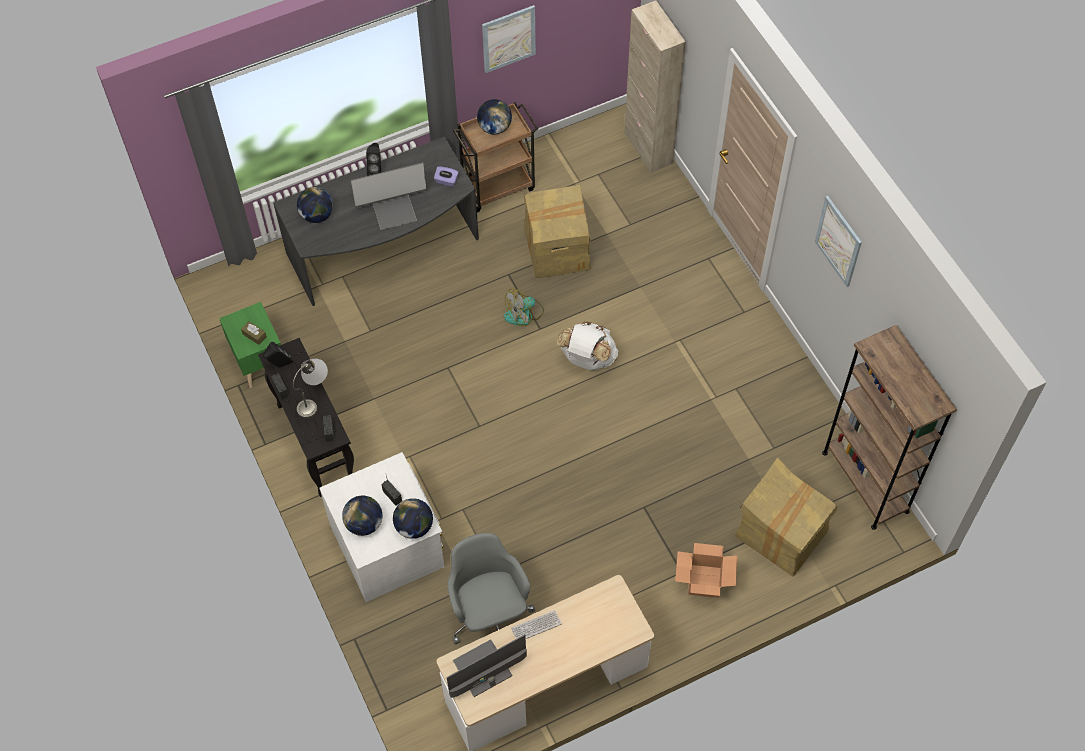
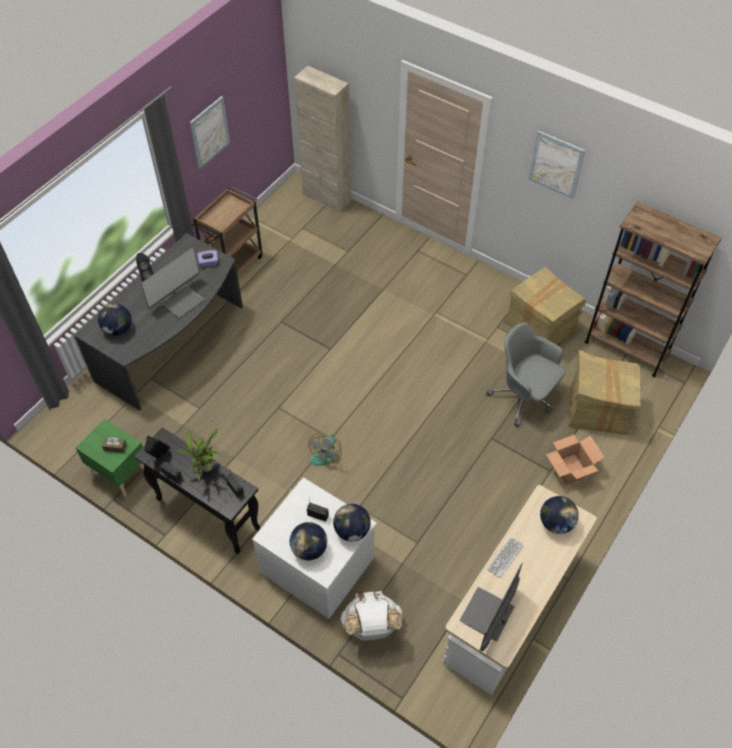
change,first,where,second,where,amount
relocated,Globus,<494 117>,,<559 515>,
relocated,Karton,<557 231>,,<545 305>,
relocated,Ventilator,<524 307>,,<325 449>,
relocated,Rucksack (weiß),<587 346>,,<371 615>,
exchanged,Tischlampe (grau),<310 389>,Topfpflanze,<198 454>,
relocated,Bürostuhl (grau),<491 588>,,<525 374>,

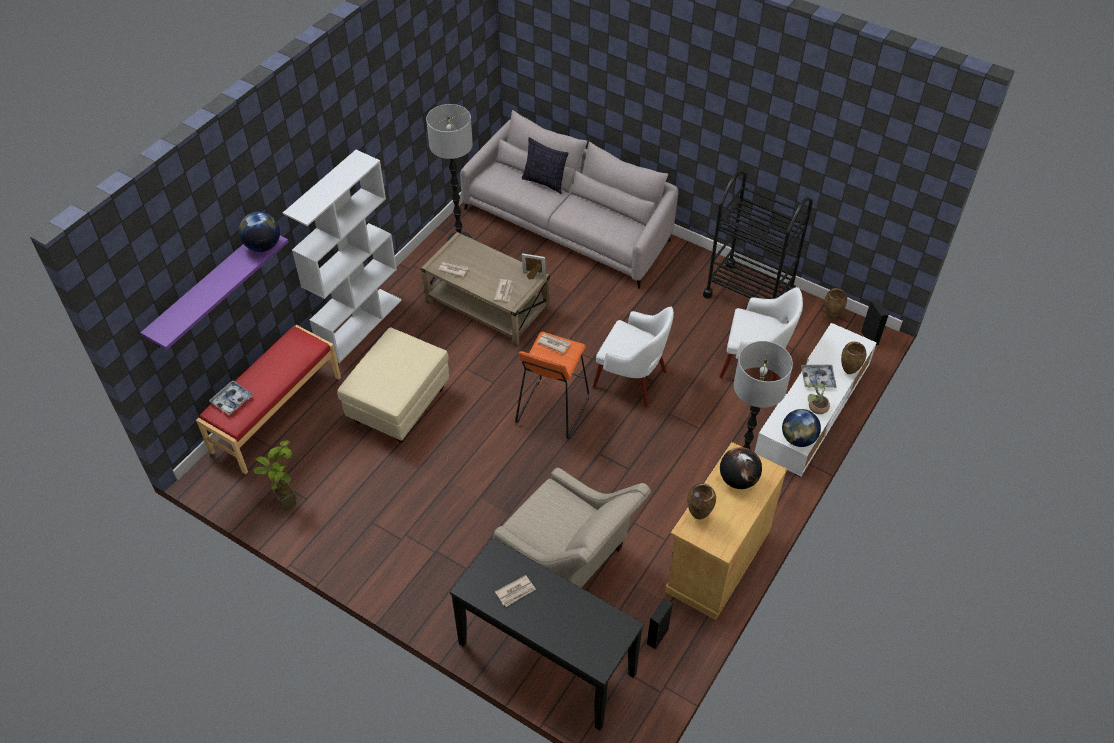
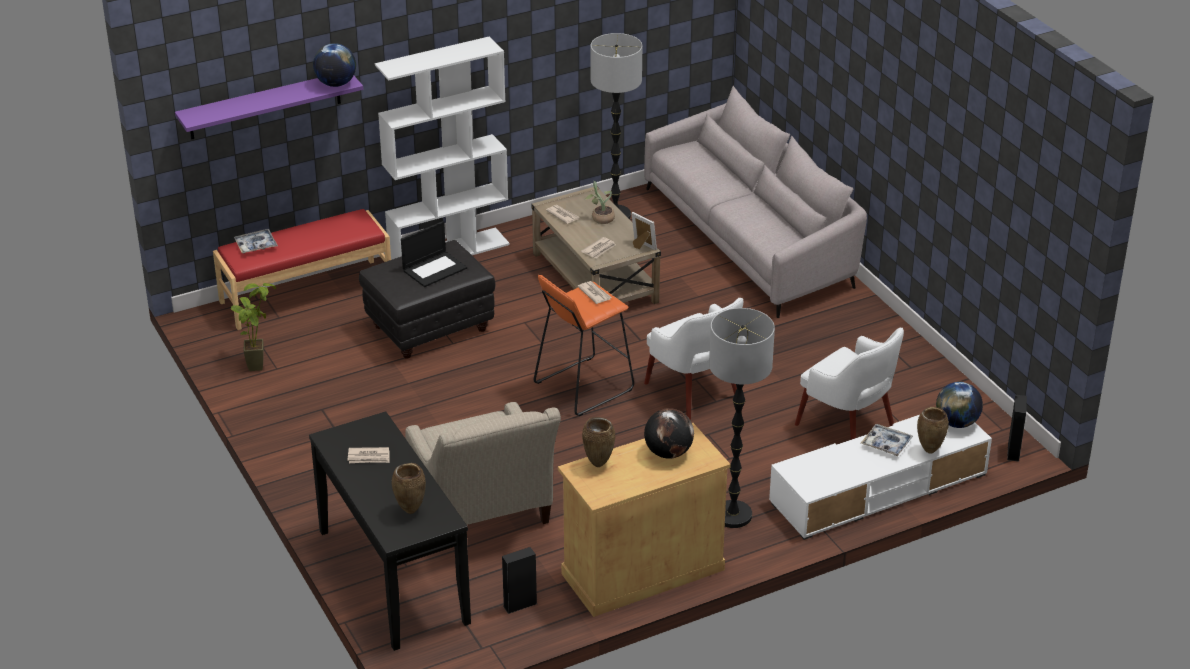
change,first,where,second,where,amount
missing,Kissen,<545 165>,,,
missing,Rollwagen (schwarz),<758 234>,,,
relocated,Vase (braun),<835 303>,,<409 488>,
colour,Polsterhocker (beige),<393 385>,Polsterhocker (schwarz),<427 299>,
relocated,Topfpflanze,<819 398>,,<600 202>,
relocated,Globus,<801 428>,,<959 405>,
appeared,,,Laptop,<434 254>,

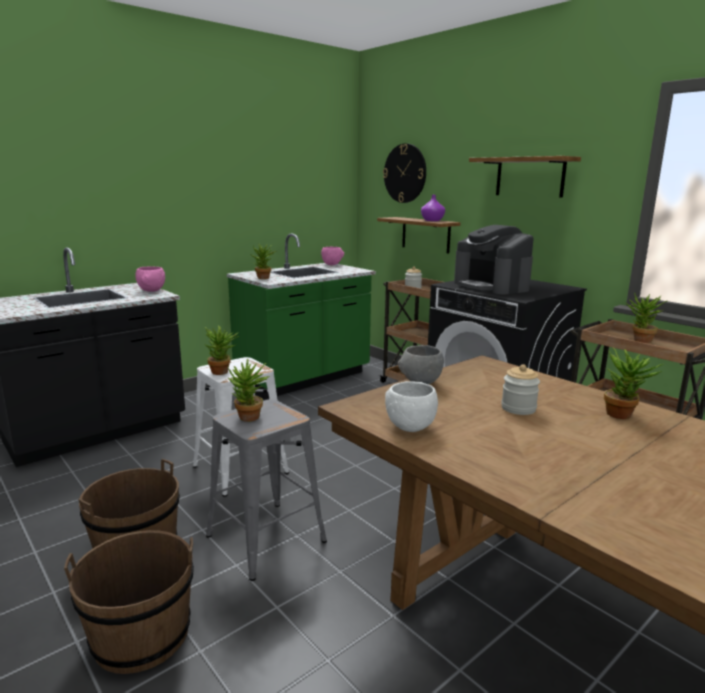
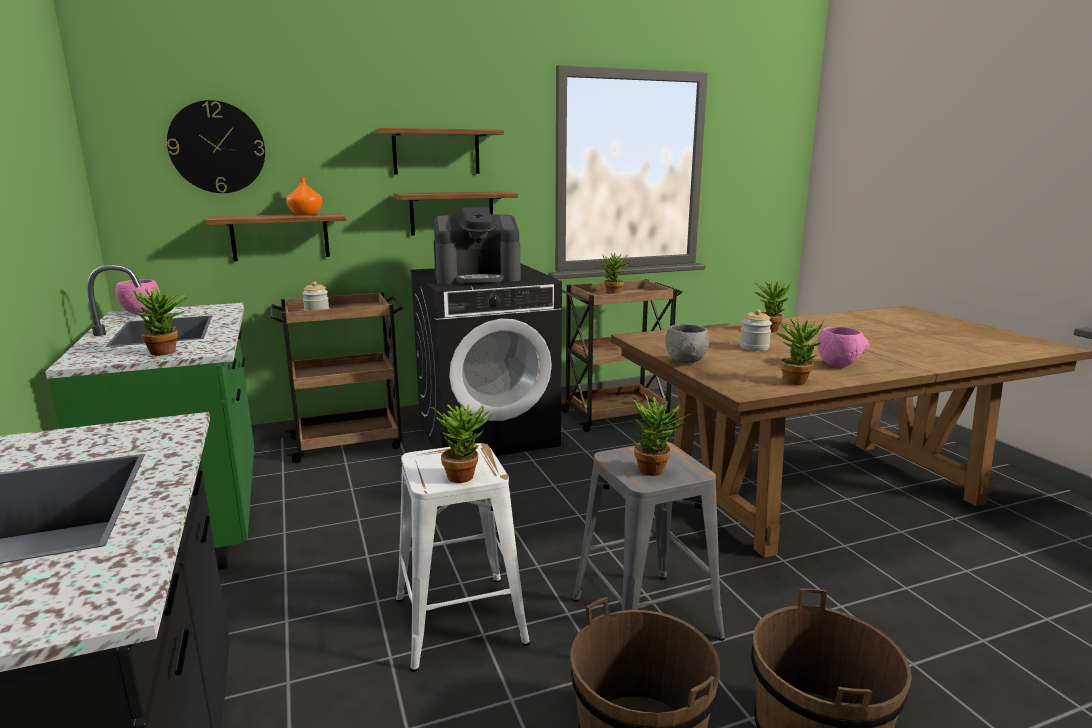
change,first,where,second,where,amount
colour,Vase (lila),<433 208>,Vase (orange),<304 196>,
relocated,Schüssel (rosa),<150 279>,,<843 347>,
exchanged,Schüssel (weiß),<411 406>,Topfpflanze,<800 352>,
appeared,,,Wandregal,<455 213>,

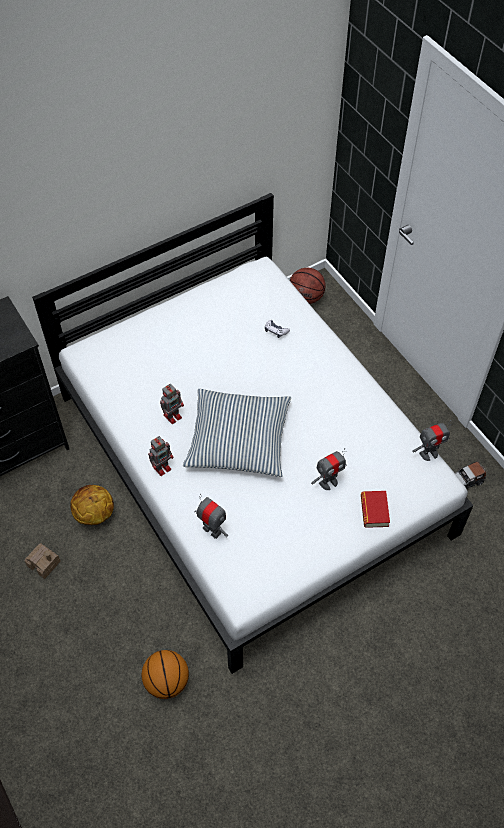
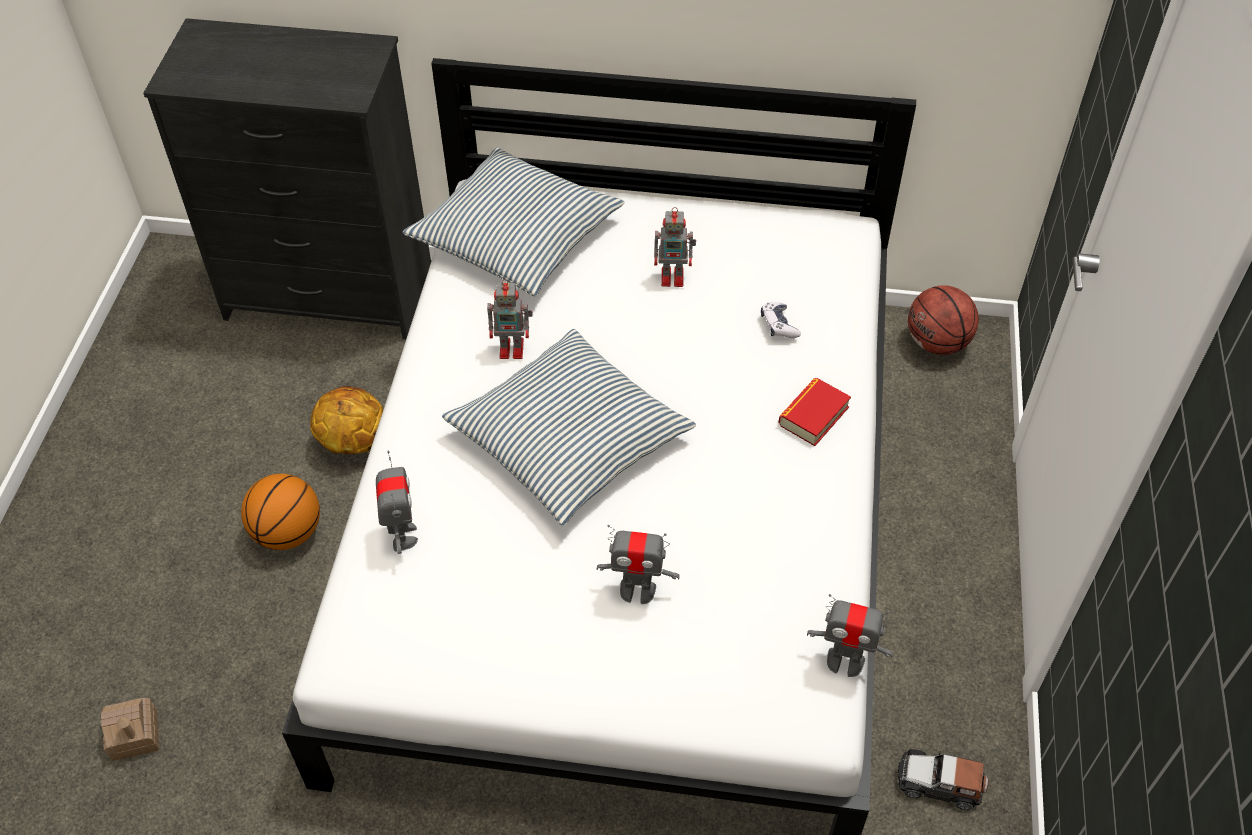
change,first,where,second,where,amount
relocated,Spielzeugroboter,<160 456>,,<675 247>,
relocated,Buch,<375 509>,,<815 412>,
relocated,Spielzeughaus,<42 561>,,<130 729>,
relocated,Basketball,<165 674>,,<280 512>,
appeared,,,Kissen,<513 221>,

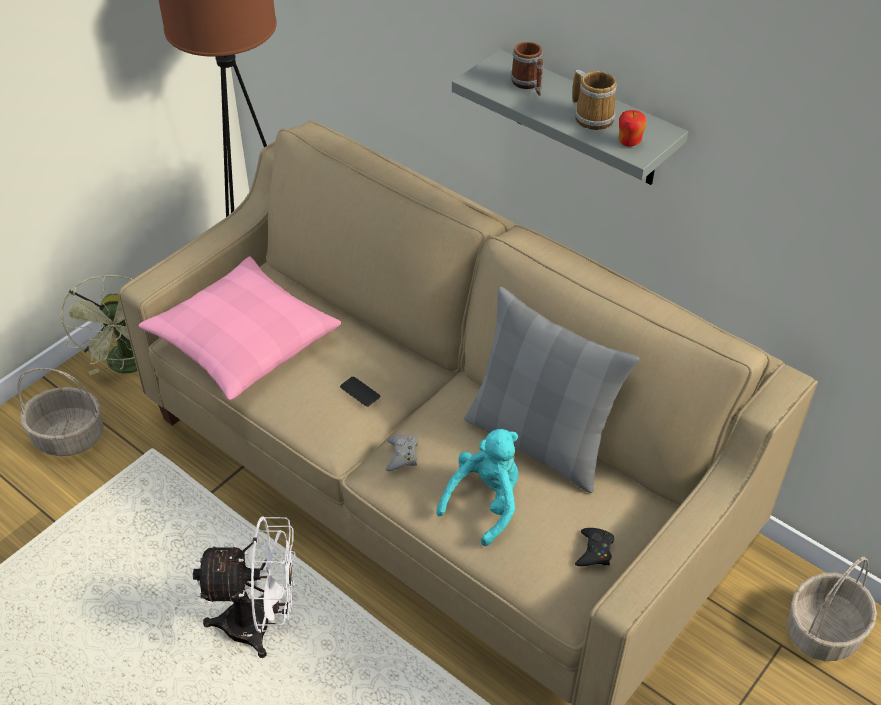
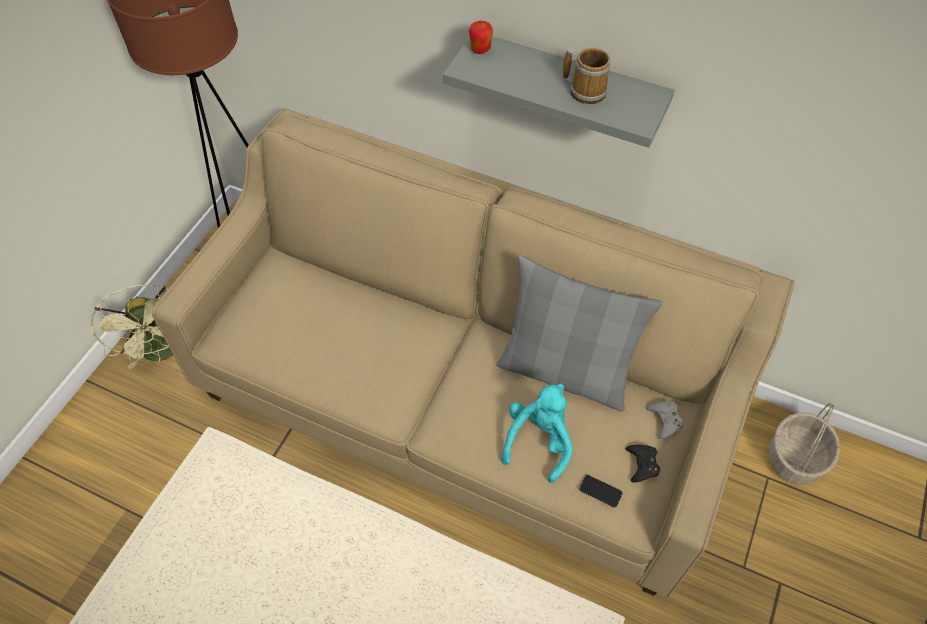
change,first,where,second,where,amount
missing,Henkelbecher,<527 69>,,,
relocated,Apfel,<632 128>,,<481 37>,
missing,Kissen (rosa),<240 328>,,,
missing,Korb,<60 412>,,,
relocated,Handy,<360 392>,,<601 491>,
relocated,Gamepad (grau),<402 453>,,<665 420>,
missing,Ventilator (weiß),<244 587>,,,

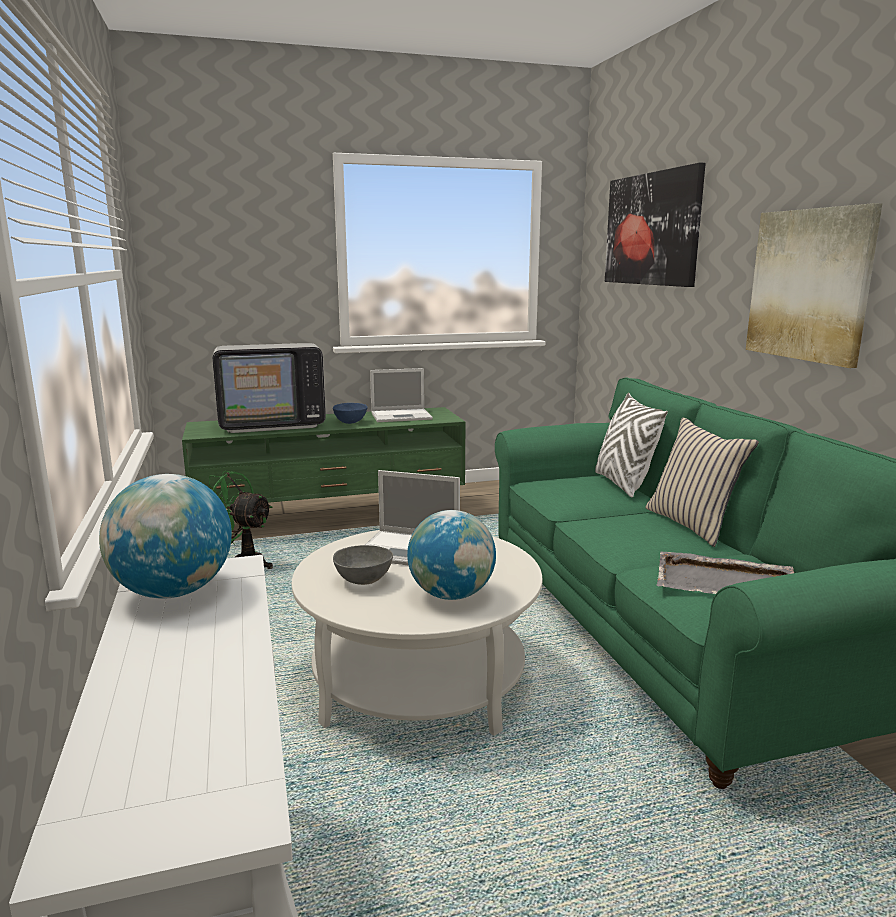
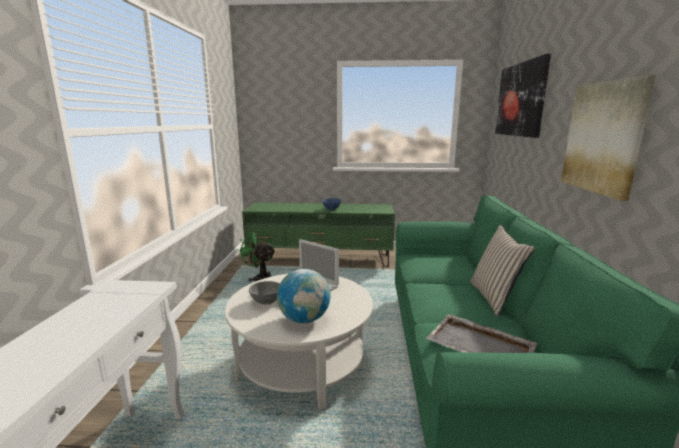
change,first,where,second,where,amount
missing,Fernseher,<269 388>,,,
missing,Laptop,<401 395>,,,
missing,Kissen (weiß),<631 445>,,,
missing,Globus,<165 536>,,,

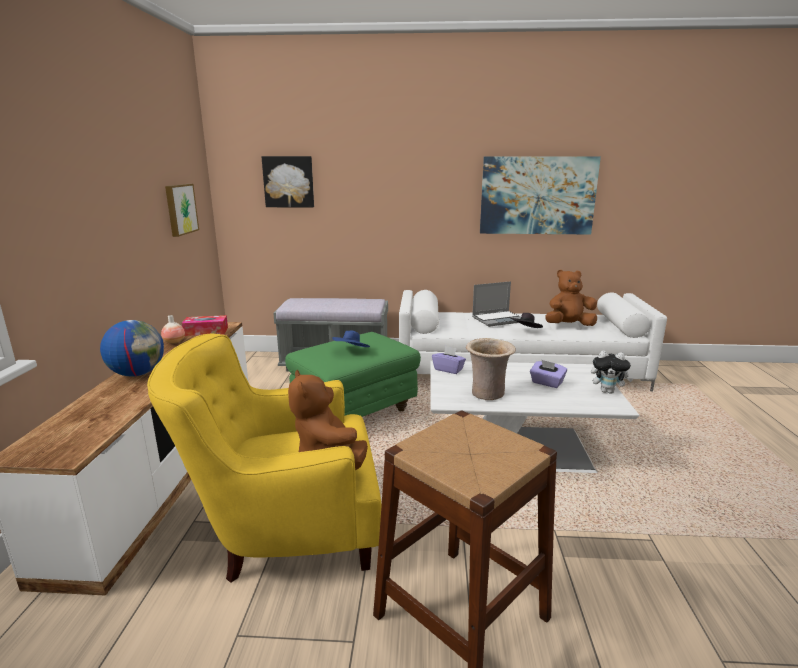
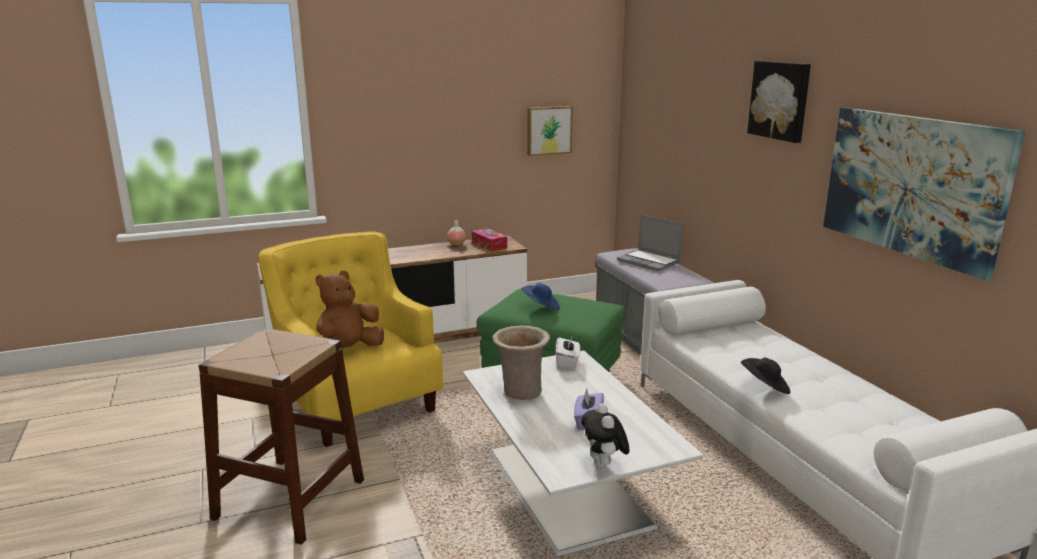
change,first,where,second,where,amount
relocated,Bild,<288 182>,,<779 102>,
missing,Plüschtier (braun),<571 298>,,,
relocated,Laptop,<496 304>,,<650 243>,
missing,Globus,<132 348>,,,
colour,Taschentuchbox (lila),<449 360>,Taschentuchbox (weiß),<568 353>,

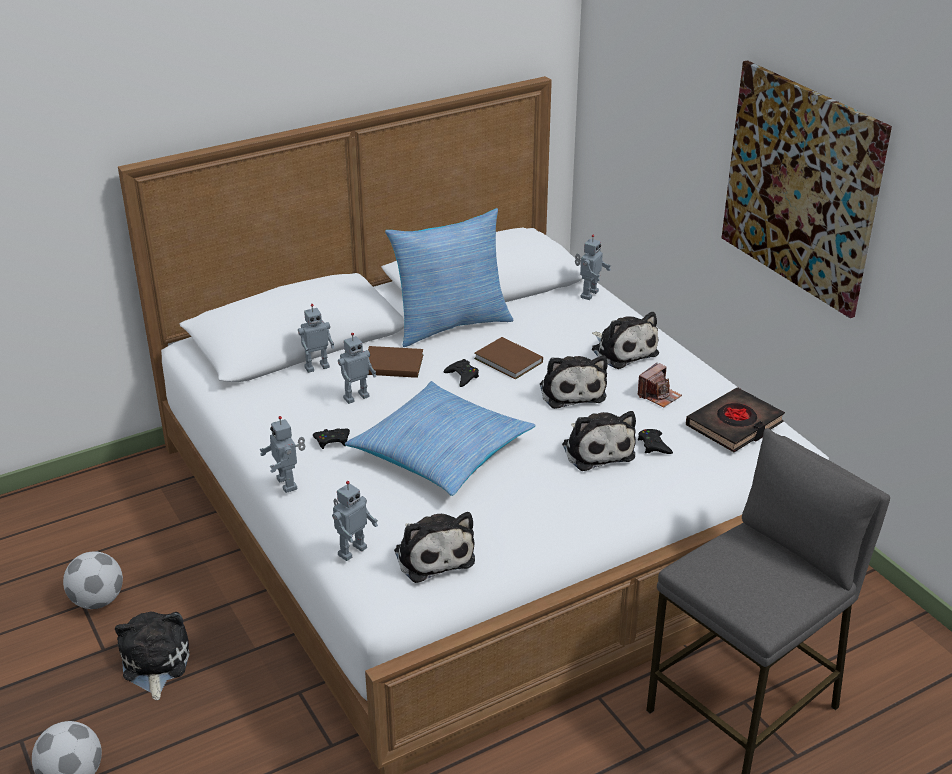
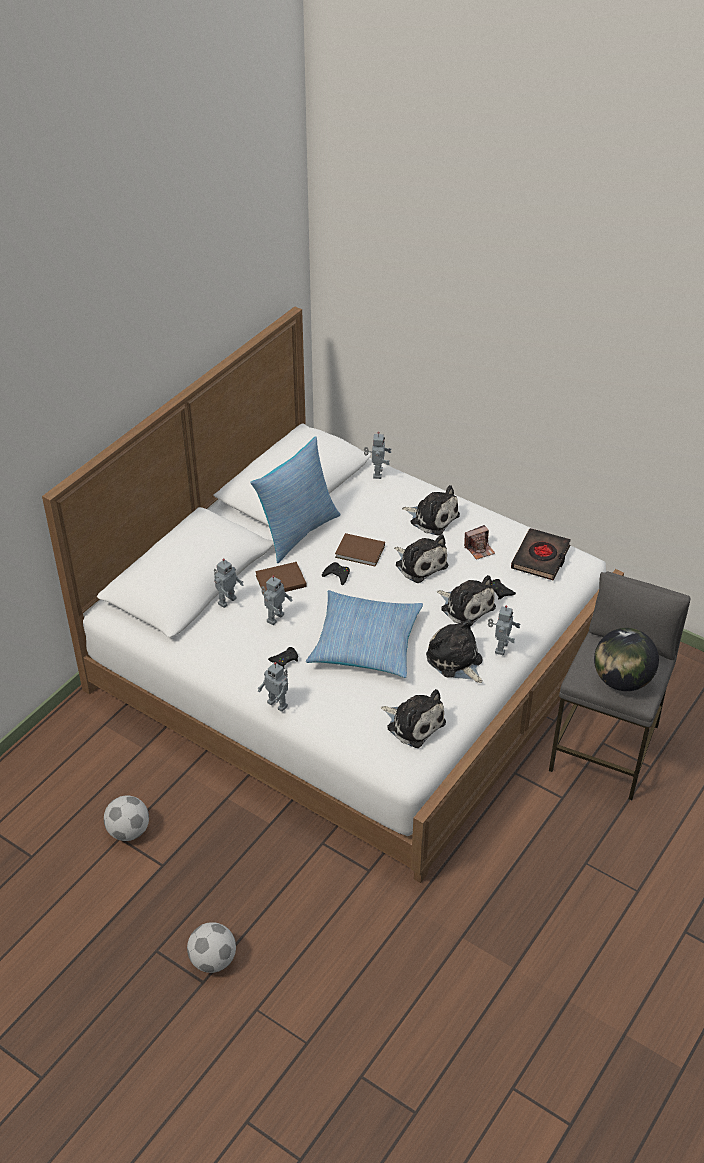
change,first,where,second,where,amount
missing,Bild,<807 189>,,,
spun,Kamera,<660 385>,,<479 542>,45 degrees clockwise
relocated,Spielzeugroboter,<355 521>,,<504 630>,
relocated,Plüschtier,<152 656>,,<454 651>,
appeared,,,Globus,<626 659>,

